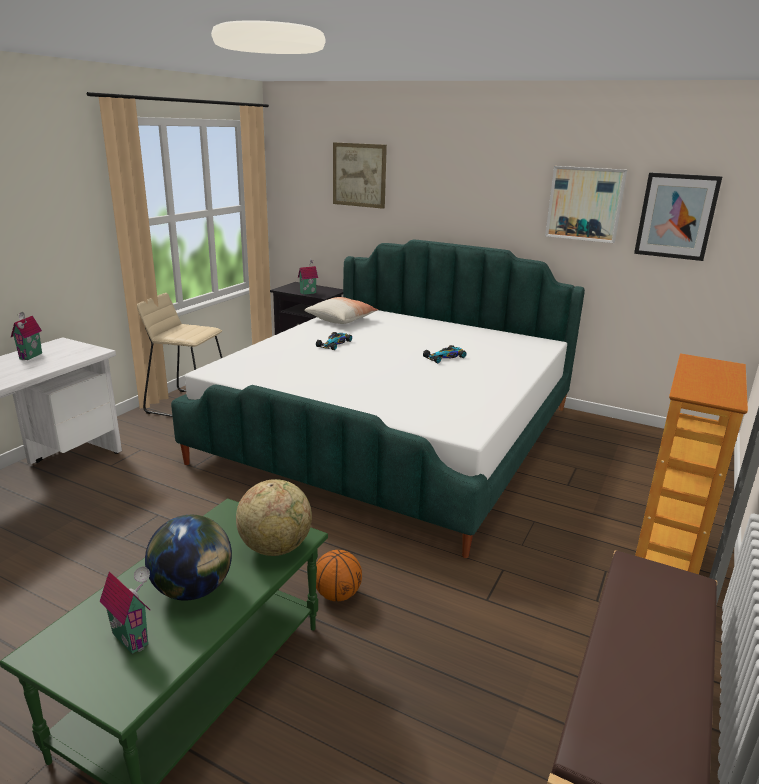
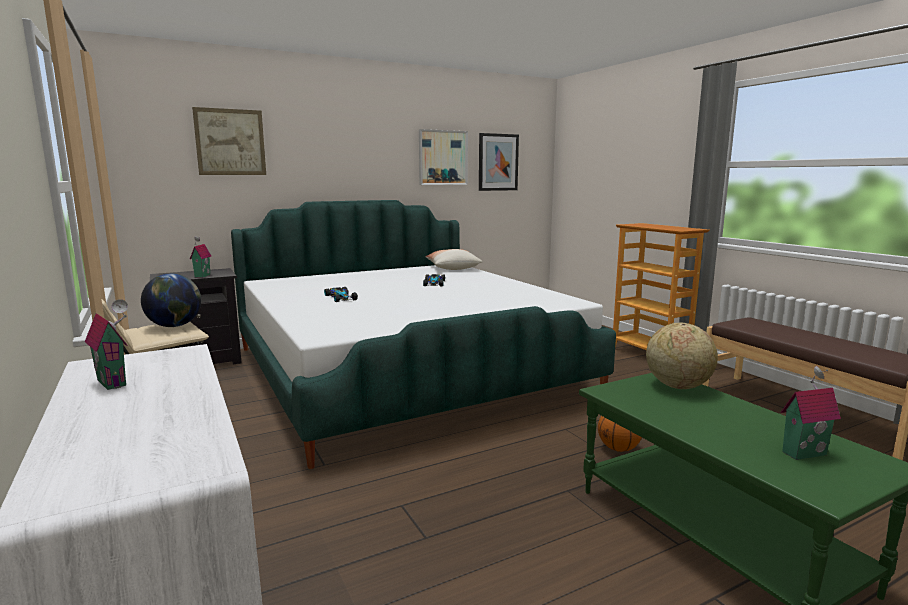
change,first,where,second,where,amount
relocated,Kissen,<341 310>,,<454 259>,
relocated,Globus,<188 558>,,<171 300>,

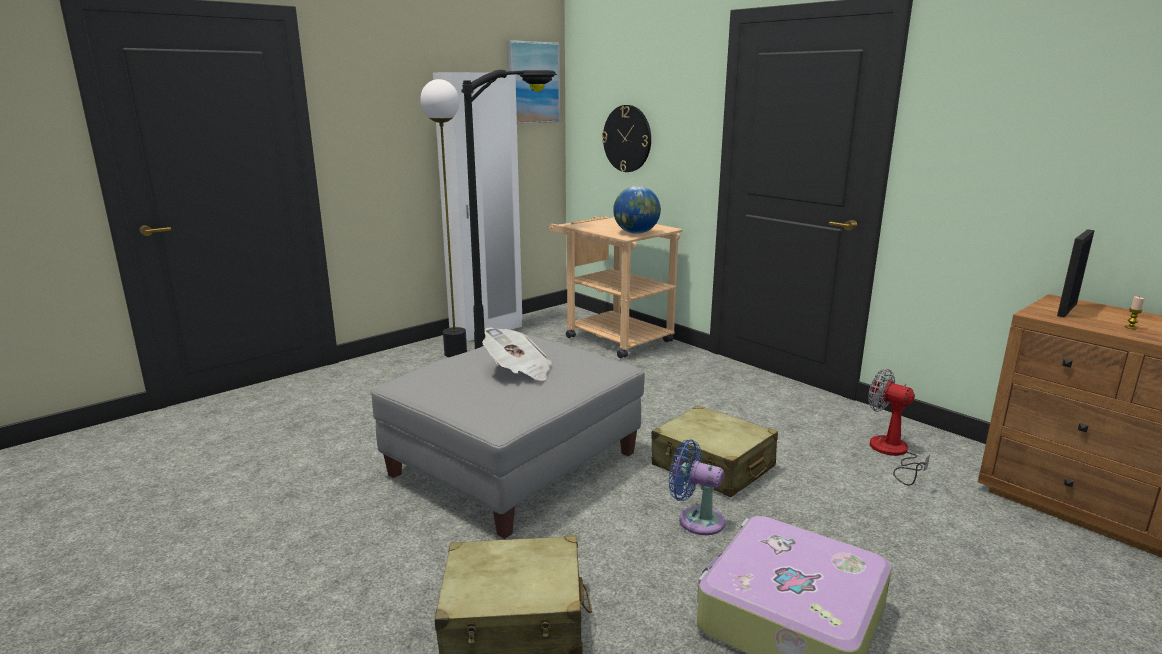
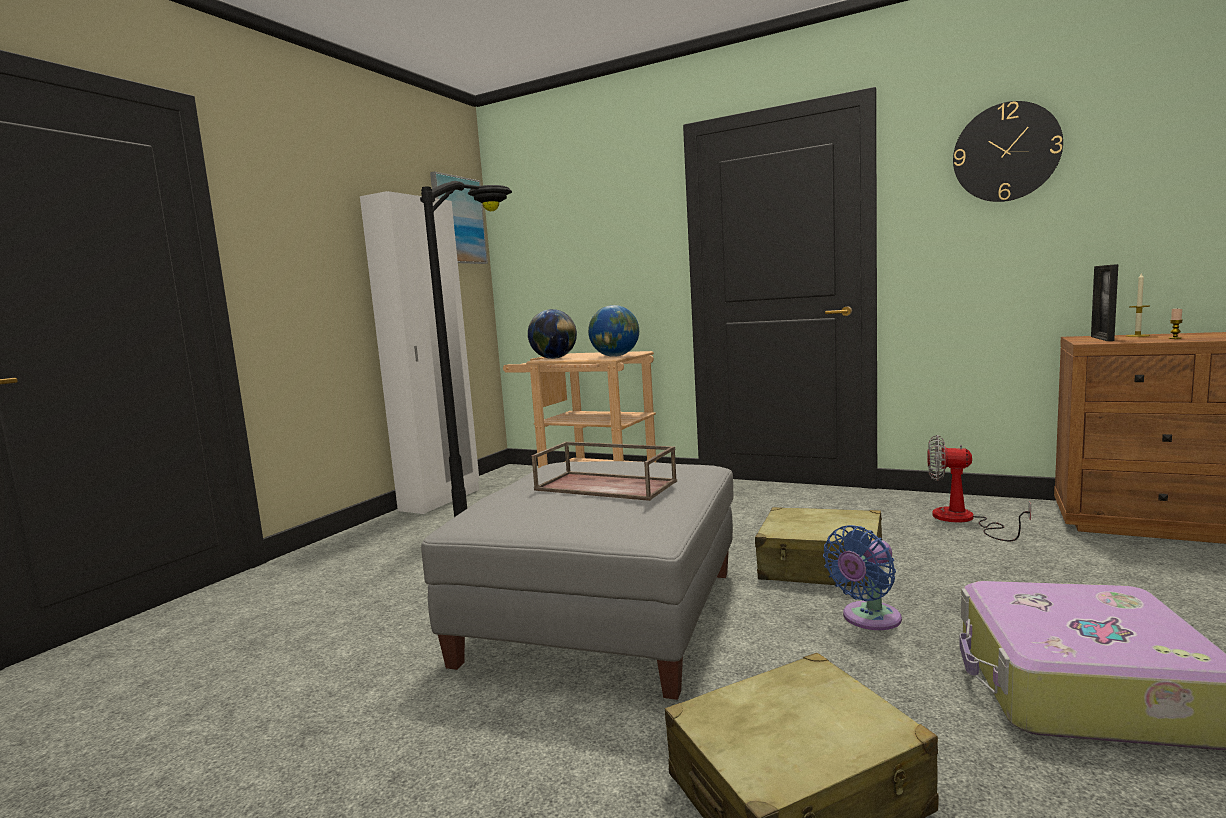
change,first,where,second,where,amount
missing,Stehlampe,<443 218>,,,
relocated,Wanduhr,<626 138>,,<1008 151>,
exchanged,Zeitung,<517 354>,Tablett (braun),<604 471>,
spun,Ventilator (blau),<697 487>,,<862 577>,45 degrees counterclockwise
appeared,,,Kerze,<1138 304>,
appeared,,,Globus,<552 334>,

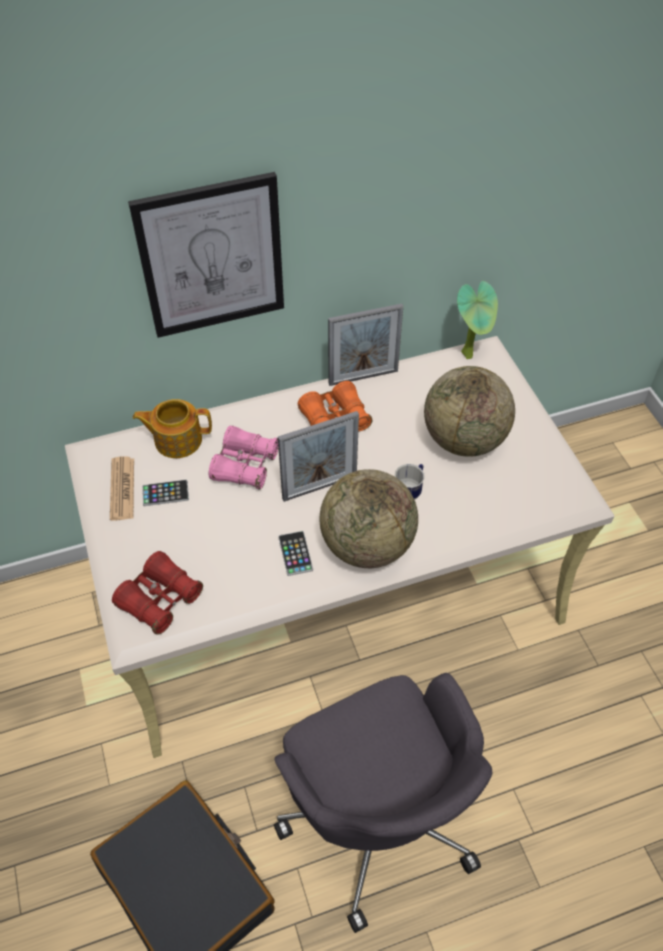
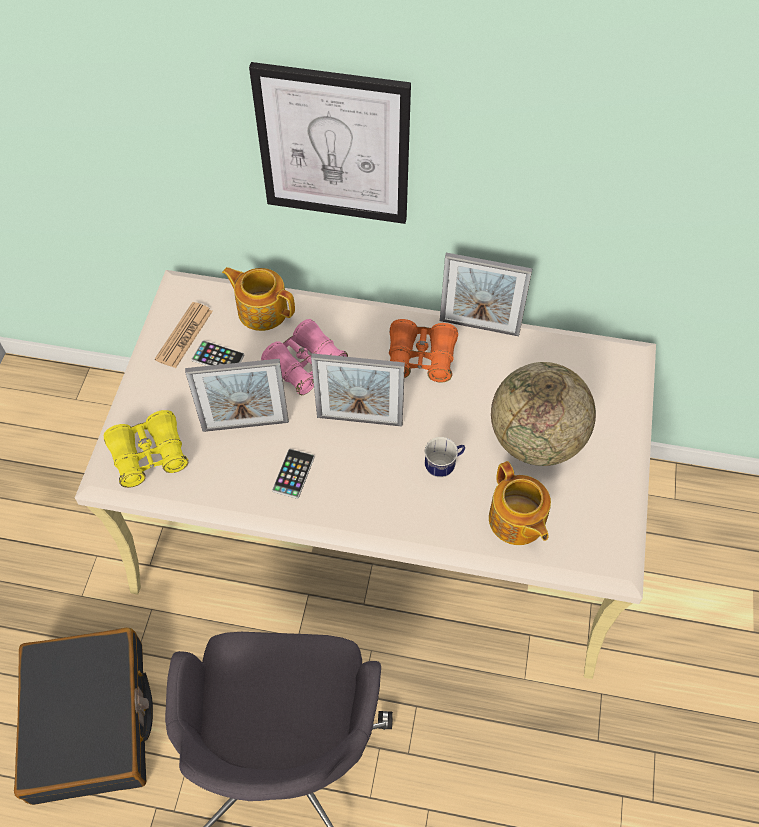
change,first,where,second,where,amount
missing,Topfpflanze,<477 320>,,,
missing,Globus,<369 518>,,,
colour,Fernglas (rot),<157 593>,Fernglas (gelb),<146 449>,
appeared,,,Bilderrahmen,<237 395>,
appeared,,,Teekanne,<520 503>,

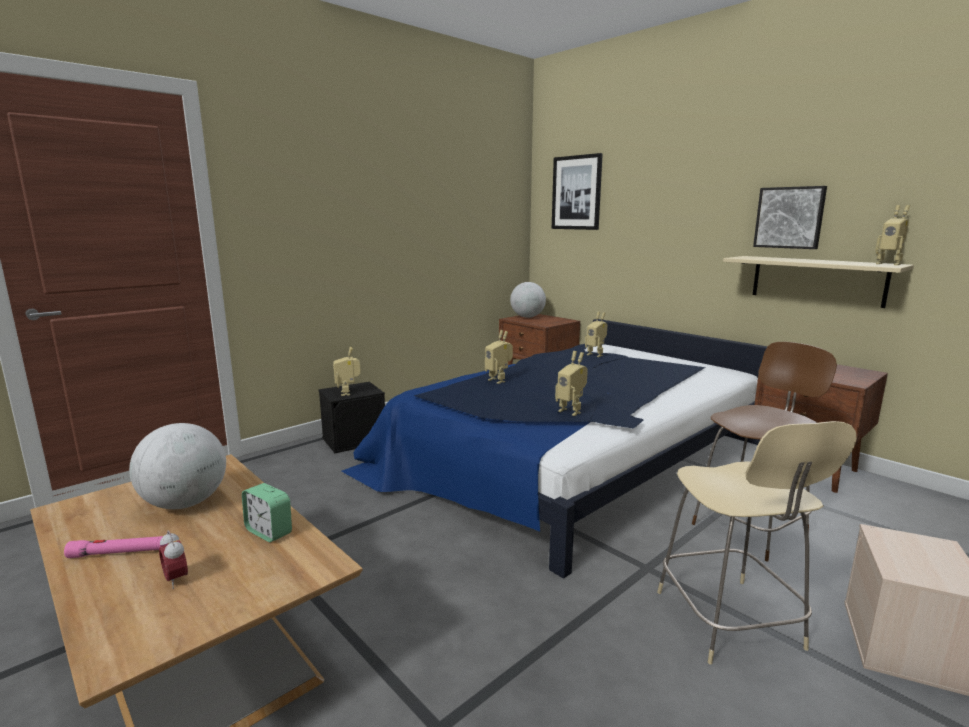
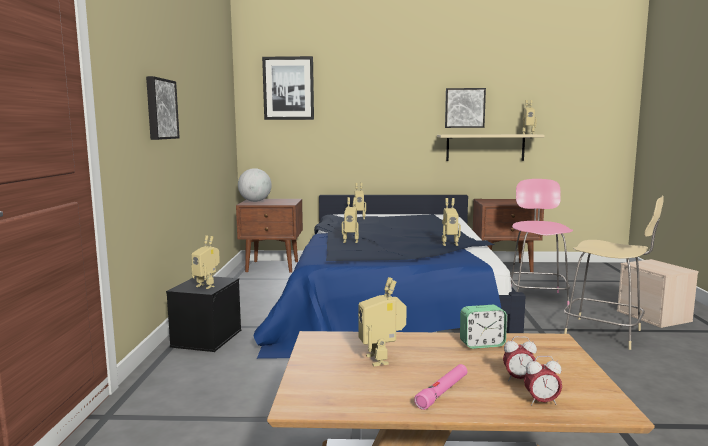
change,first,where,second,where,amount
colour,Stuhl (braun),<764 452>,Stuhl (rosa),<541 242>,
exchanged,Globus,<177 466>,Spielzeugroboter,<382 321>,
appeared,,,Bild,<163 108>,
appeared,,,Wecker,<543 380>,

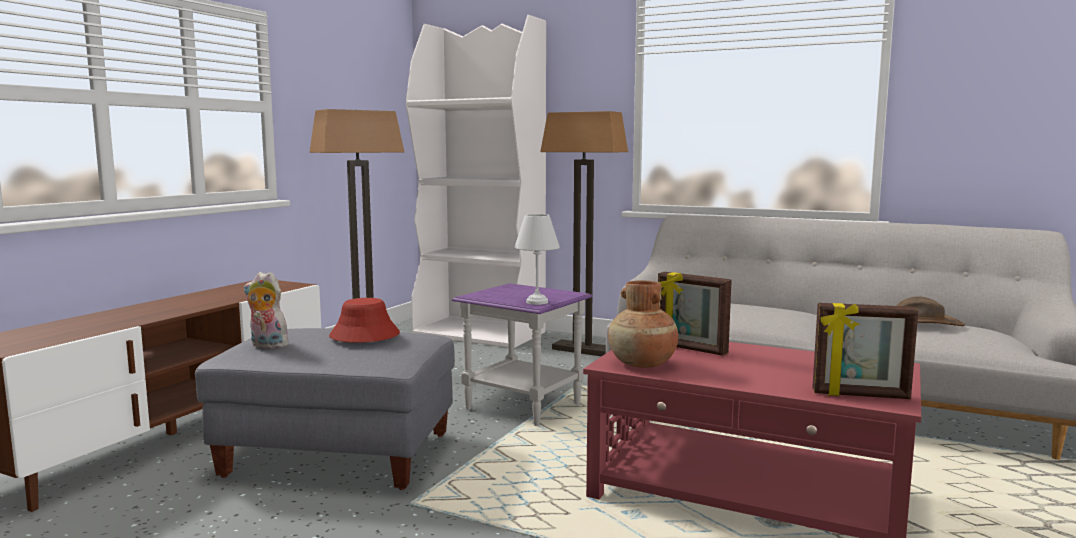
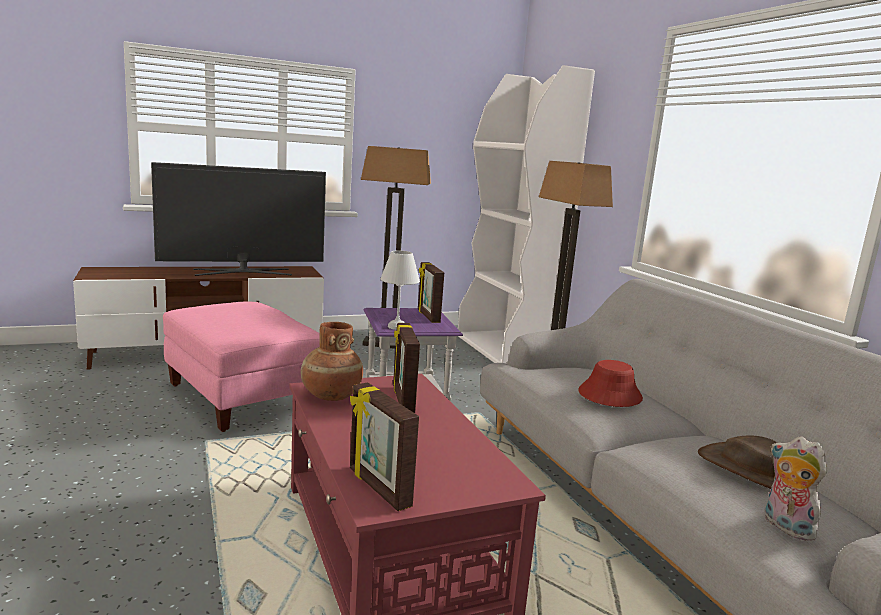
change,first,where,second,where,amount
relocated,Plüschtier,<266 310>,,<796 488>,
relocated,Hut (rot),<364 320>,,<610 383>,
colour,Polsterhocker (grau),<325 409>,Polsterhocker (rosa),<241 367>,
appeared,,,Fernseher,<238 219>,
appeared,,,Bilderrahmen,<431 292>,

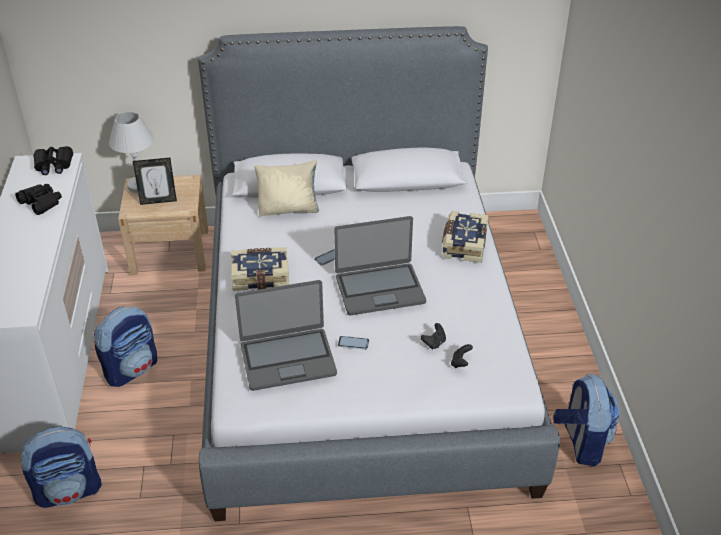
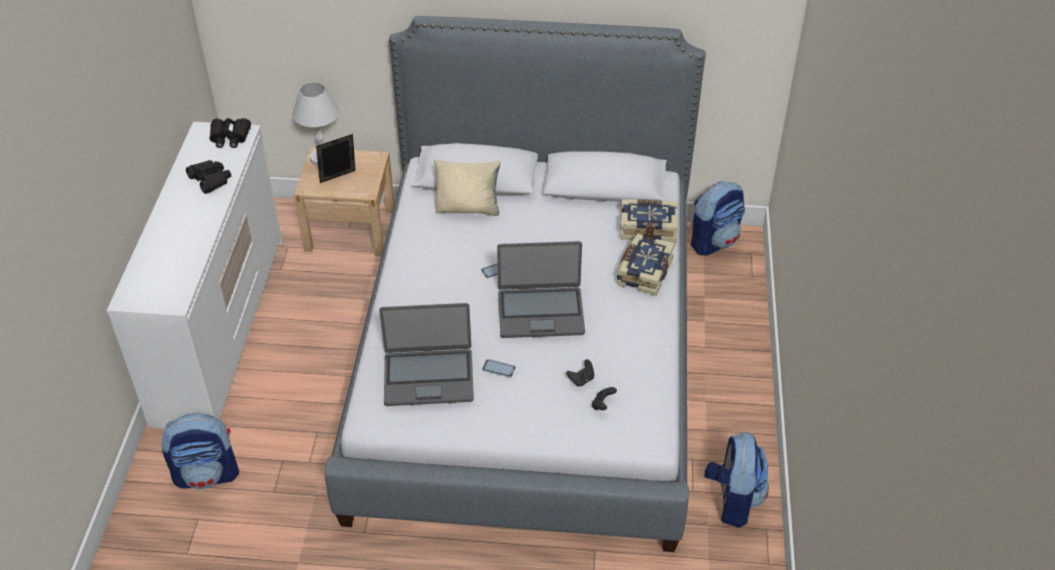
change,first,where,second,where,amount
spun,Bilderrahmen,<155 181>,,<335 158>,150 degrees clockwise
relocated,Buch,<260 269>,,<649 220>,
relocated,Rucksack,<125 347>,,<718 218>,

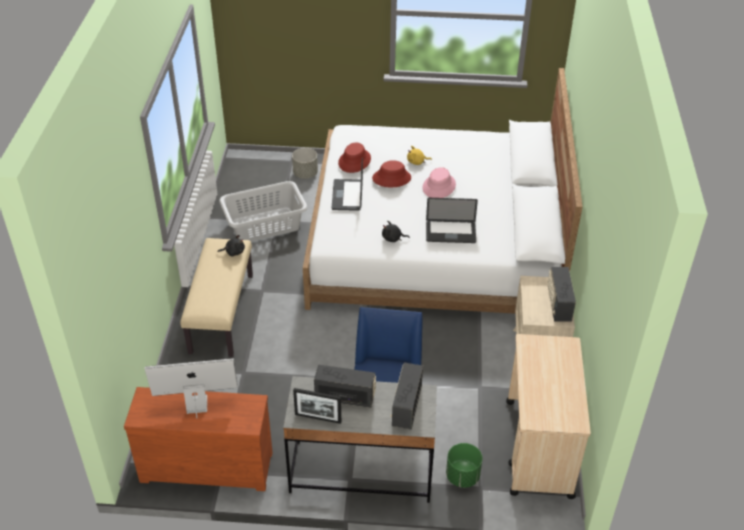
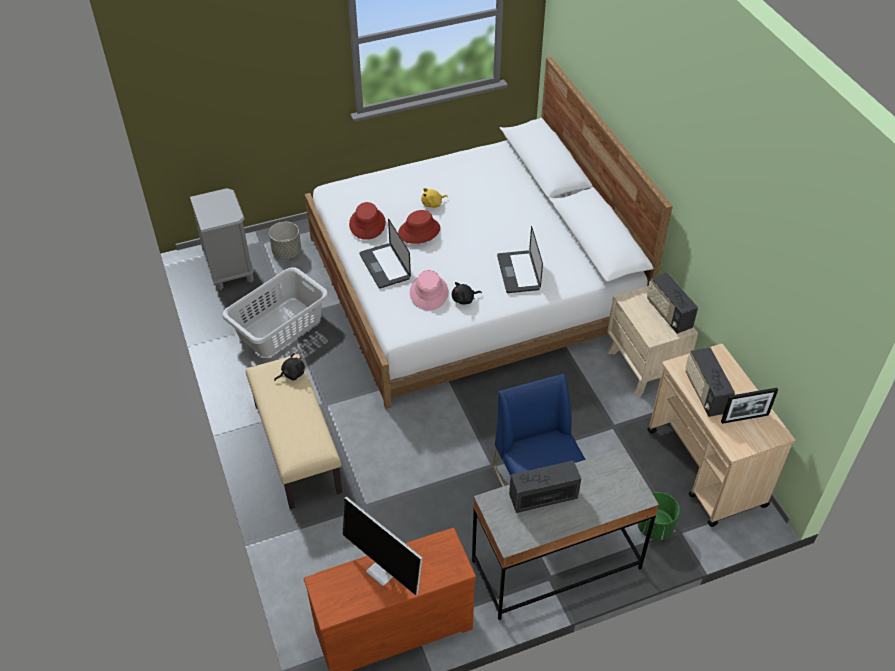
change,first,where,second,where,amount
relocated,Hut (rosa),<439 182>,,<429 290>,
spun,Laptop,<452 220>,,<520 259>,105 degrees clockwise
spun,Monitor,<191 388>,,<383 545>,105 degrees counterclockwise
relocated,Radio,<406 396>,,<710 382>,
relocated,Bilderrahmen,<317 406>,,<749 406>,
appeared,,,Nachttisch (grau),<222 239>,

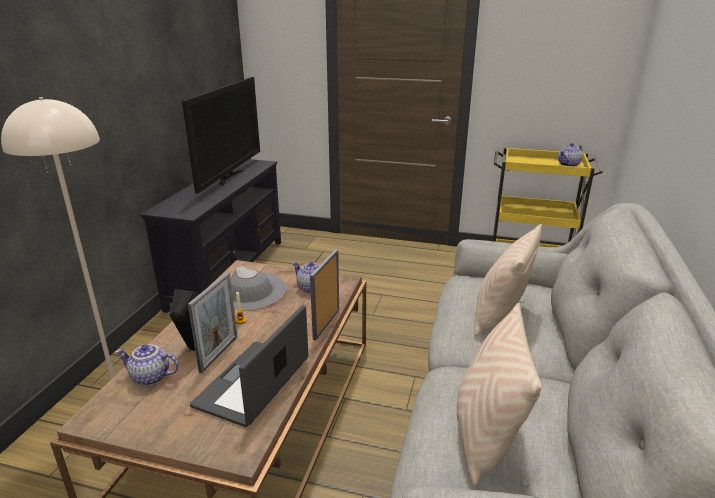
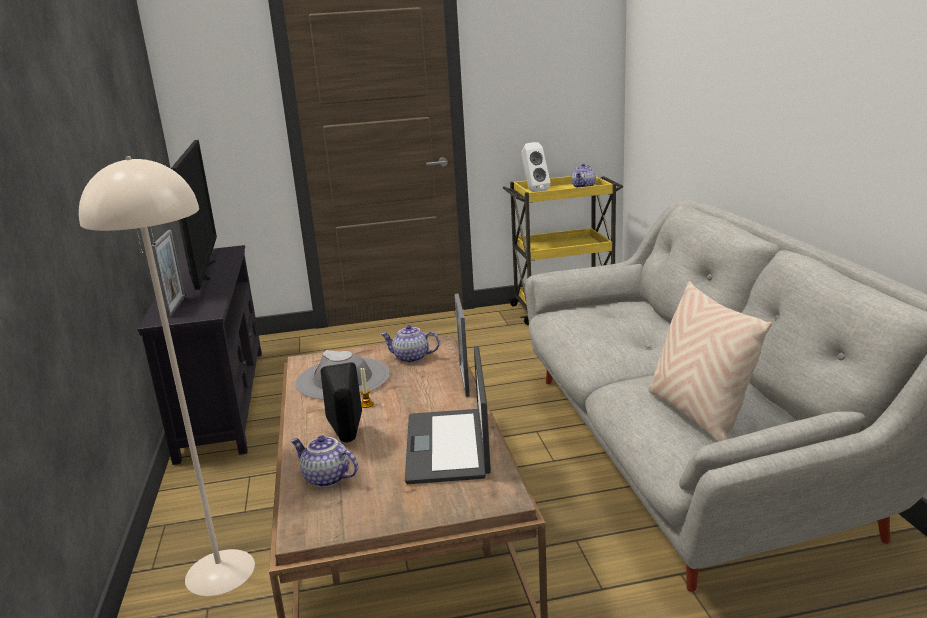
change,first,where,second,where,amount
missing,Kissen (beige),<508 280>,,,
relocated,Bilderrahmen,<212 322>,,<168 274>,
spun,Teekanne,<147 365>,,<324 461>,45 degrees clockwise
appeared,,,Lautsprecher (weiß),<536 167>,

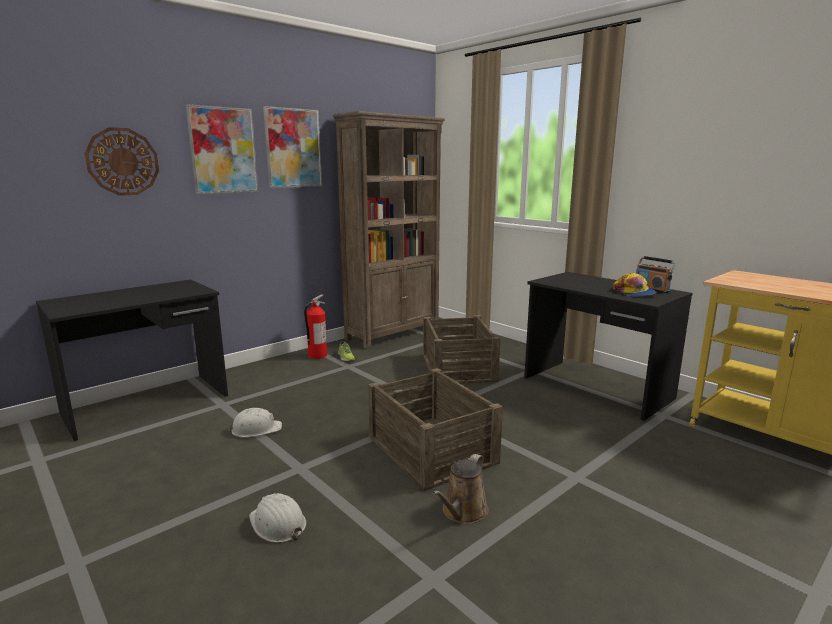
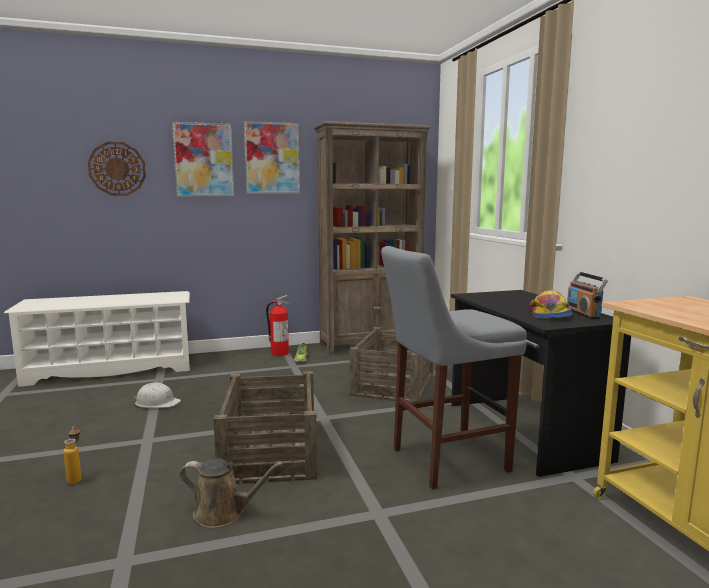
change,first,where,second,where,amount
exchanged,Schreibtisch (schwarz),<132 360>,Schuhregal (weiß),<97 339>,
spun,Gießkanne (braun),<460 489>,,<231 493>,135 degrees counterclockwise
exchanged,Schutzhelm (weiß),<277 518>,Flasche,<72 455>,
appeared,,,Hocker (grau),<454 368>,

